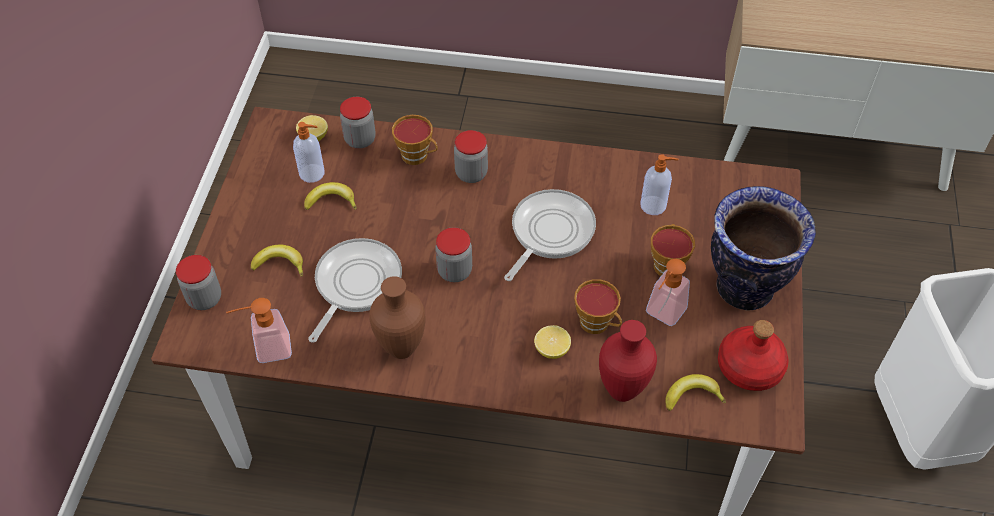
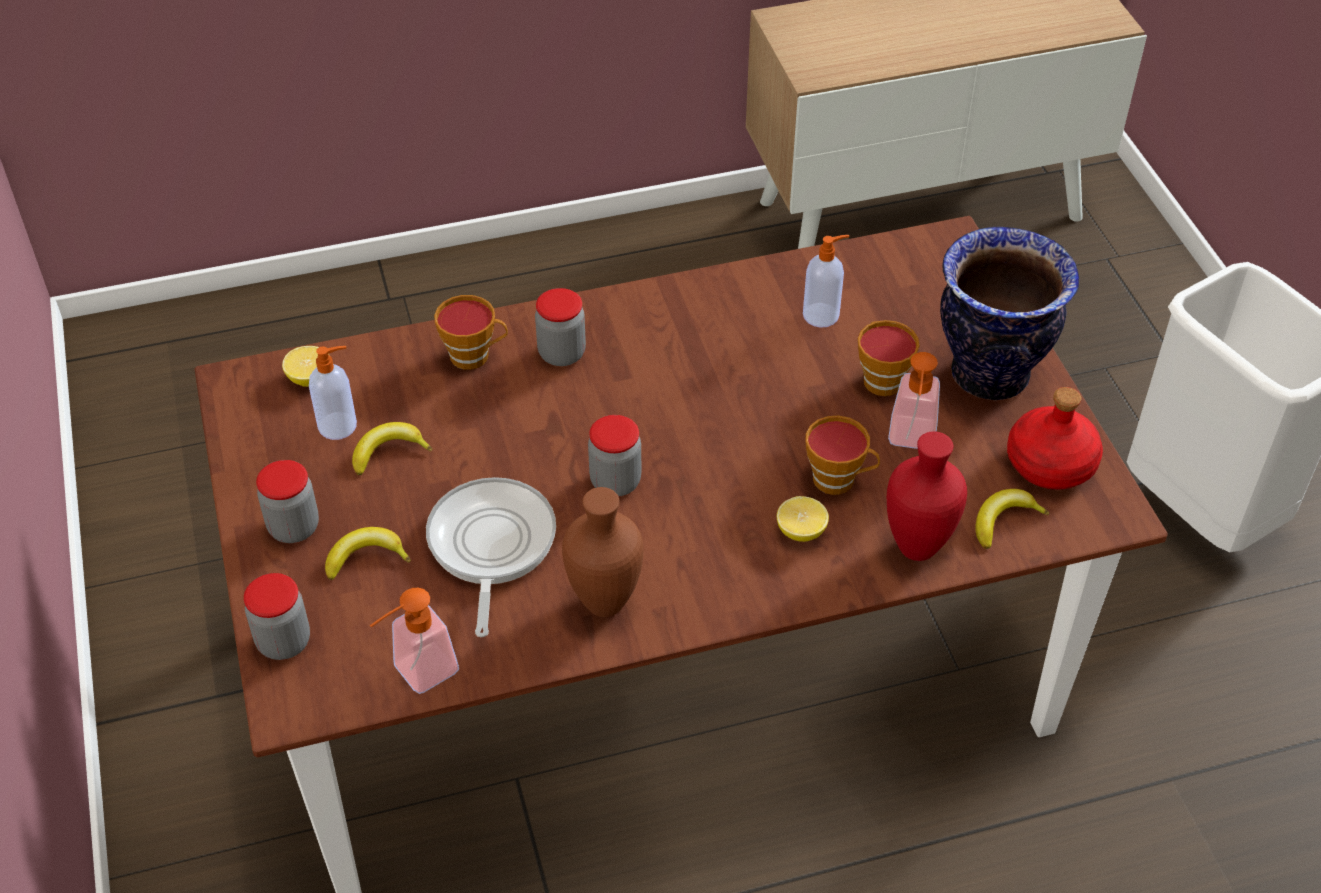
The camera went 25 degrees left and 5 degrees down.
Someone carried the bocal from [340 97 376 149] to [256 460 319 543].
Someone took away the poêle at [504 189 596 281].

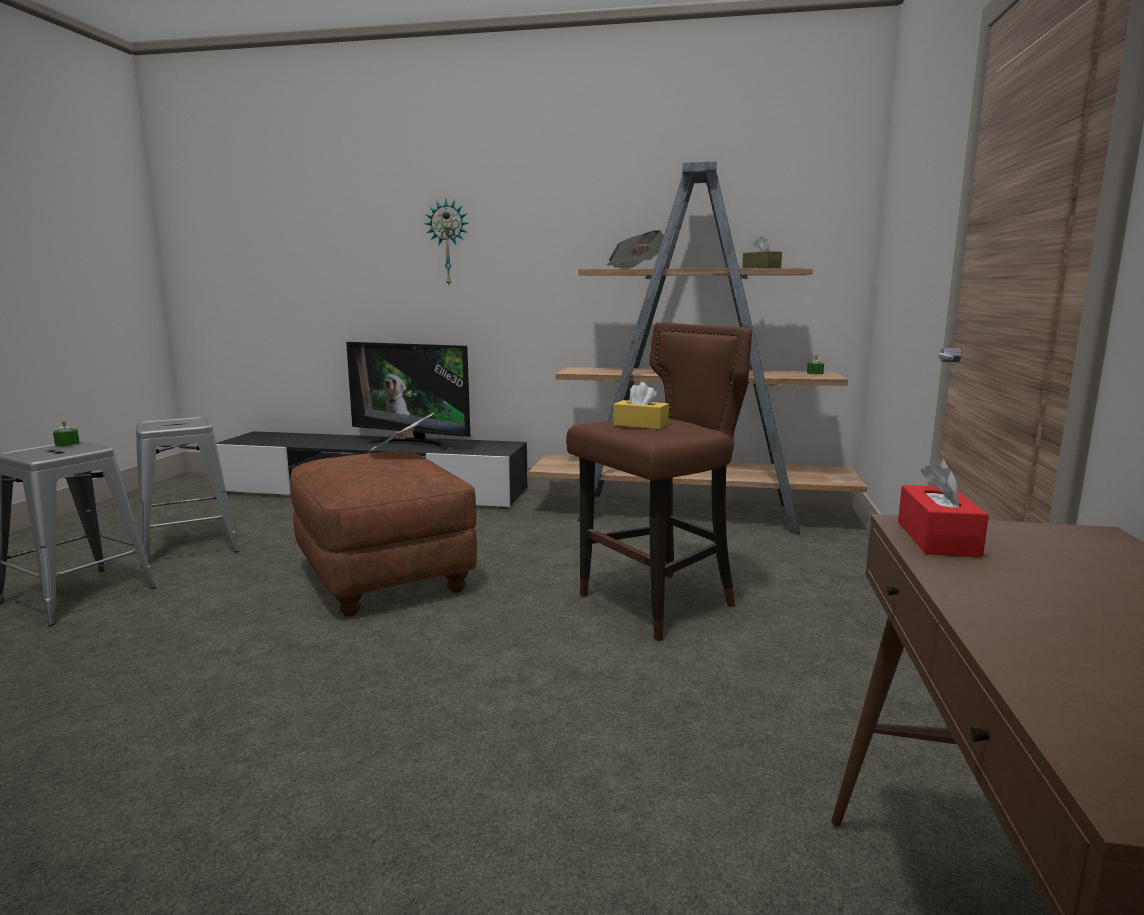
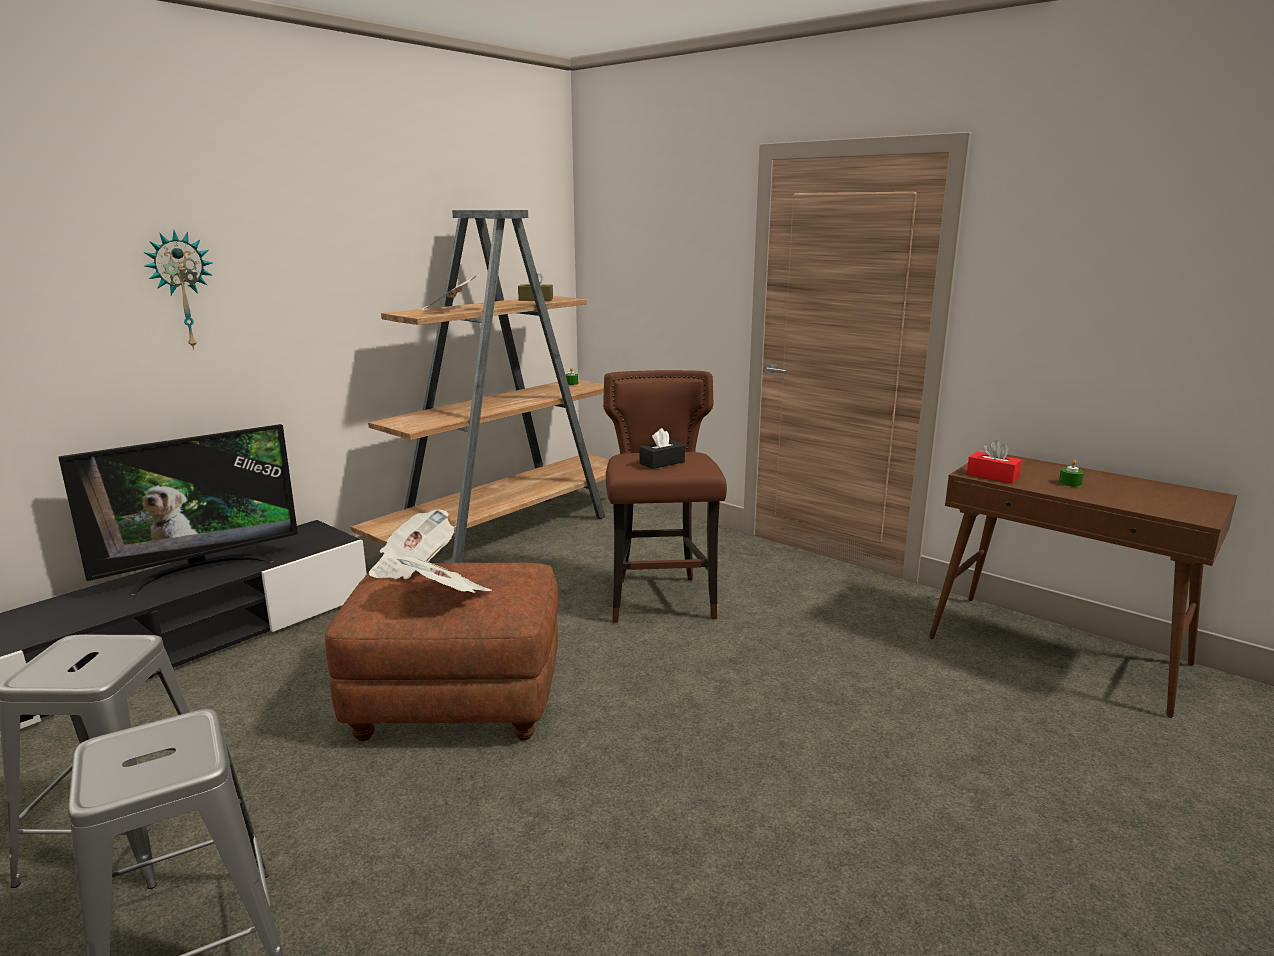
The camera went 60 degrees left and 5 degrees up.
Someone repainted the boîte à mouchoirs/jaune at [613 382 669 429], which became the boîte à mouchoirs/noir at [640 428 685 469].
Someone carried the bougie/vert from [53 420 80 446] to [1059 460 1084 487].
Someone put down the journal at [393 556 492 593].

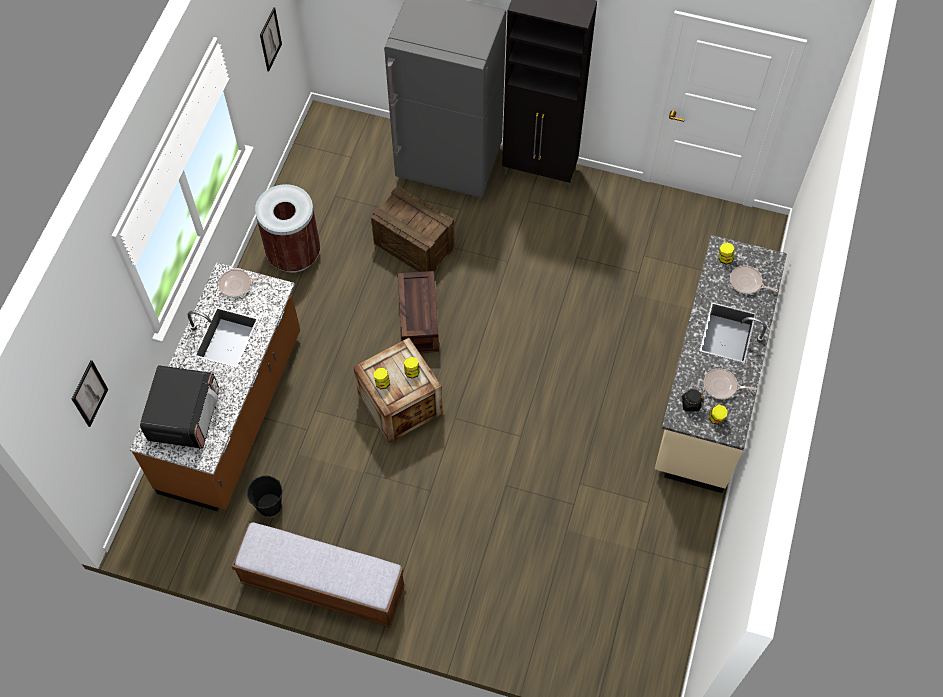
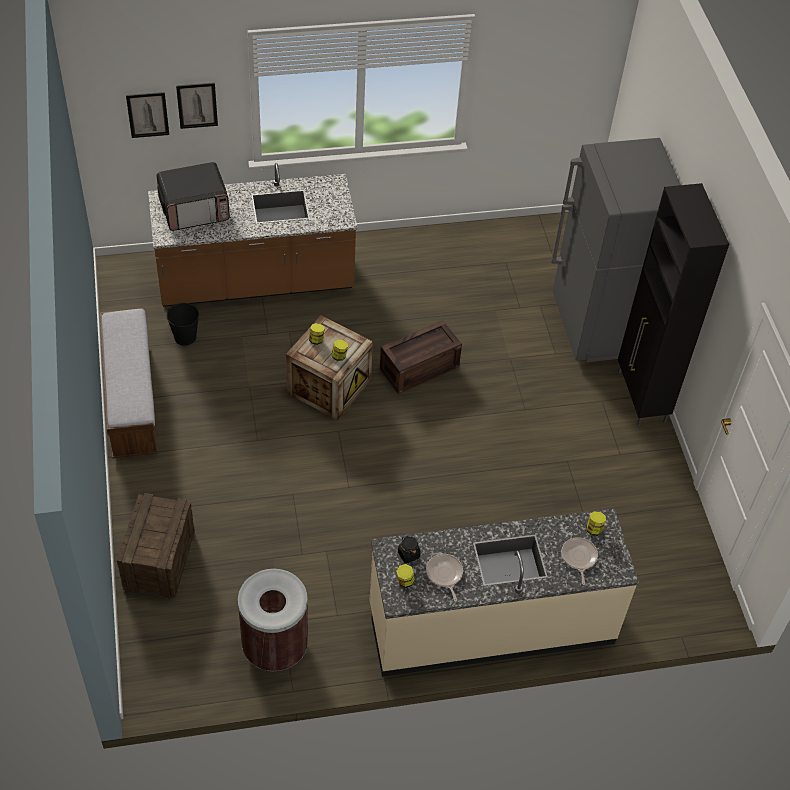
The camera went 60 degrees right and 10 degrees down.
Someone carried the tableau from [260 7 282 72] to [176 83 218 129].
Someone carried the poubelle/marron from [255 184 320 273] to [238 569 308 671].
Someone carried the caisse from [371 186 455 272] to [116 493 195 599].
Someone took away the poêle at [218 269 267 298].

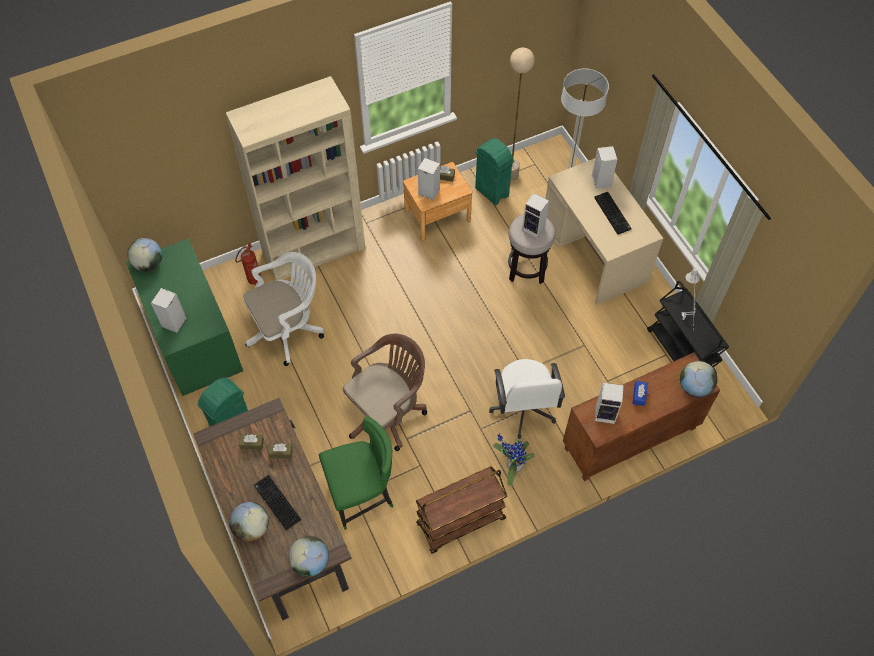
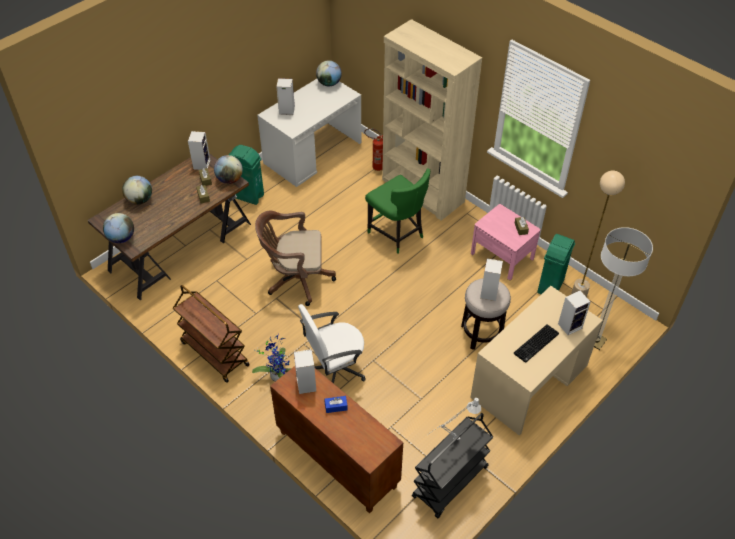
The camera went 70 degrees right and 10 degrees down.
Someone carried the enceinte from [418 158 440 201] to [188 131 210 170].
Someone repainted the table de chevet/marron at [403 162 472 240], which became the table de chevet/rose at [471 204 540 280].
Someone repainted the bureau/vert at [126 238 243 396], which became the bureau/blanc at [257 79 361 187].
Someone took away the chaise de bureau/blanc at [243 252 324 366].
Someone rotated the chaise de bureau/marron at [343 334 427 451] by 150 degrees clockwise.
Someone carried the globe from [680 361 717 398] to [214 155 243 184].
Someone carried the chaise/vert from [319 416 393 530] to [365 169 430 254].
Someone took away the clavier at [254 475 301 530].

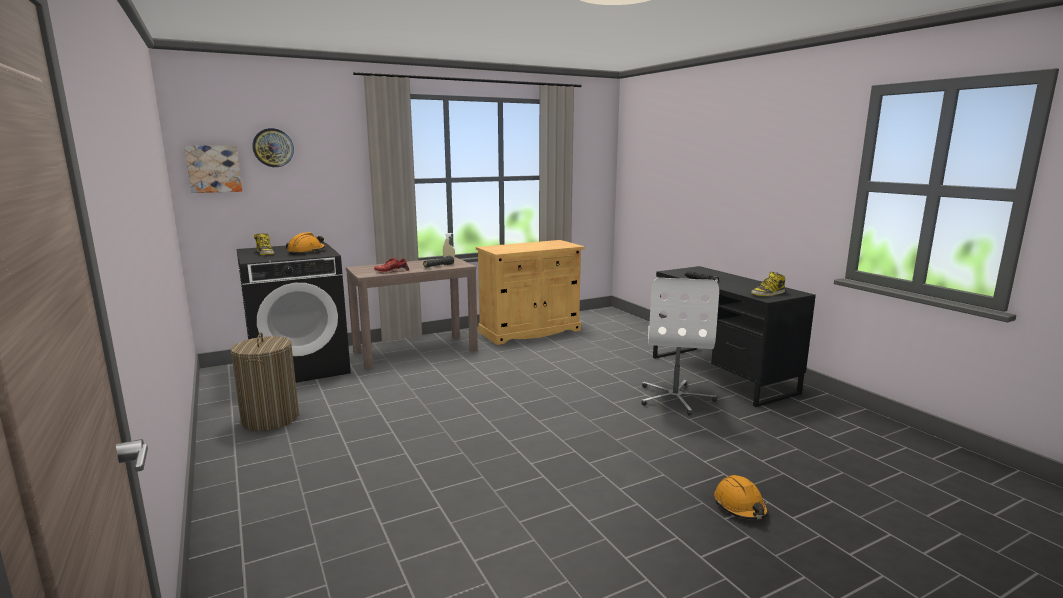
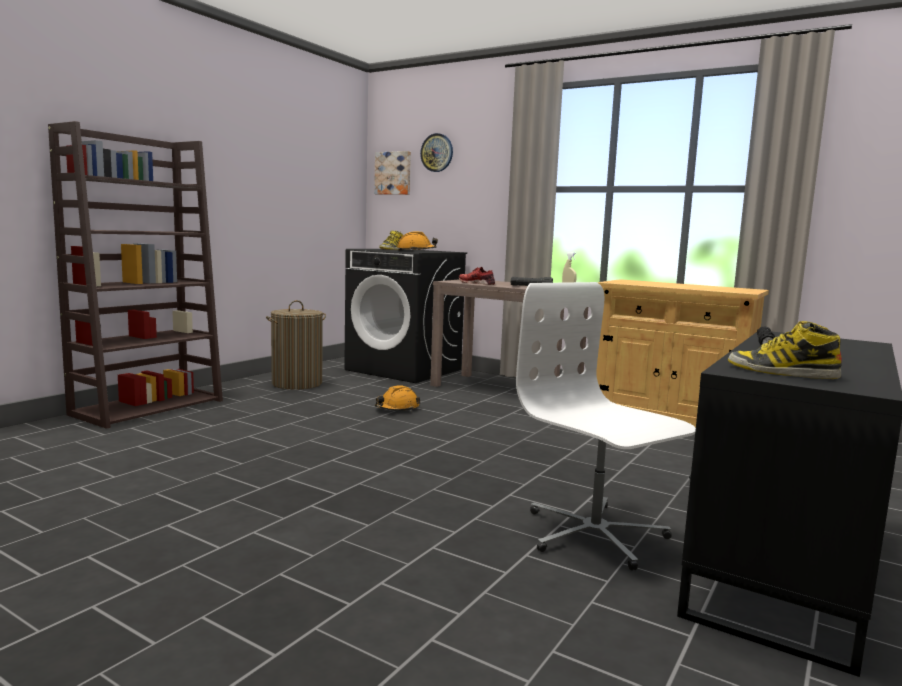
The camera went 60 degrees right and 5 degrees down.
Someone rotated the chaise de bureau/blanc at [642 278 719 415] by 75 degrees clockwise.
Someone carried the casque de chantier/orange from [714 475 769 520] to [375 385 421 411].
Someone put down the bibliothèque/marron at [48 121 223 429].

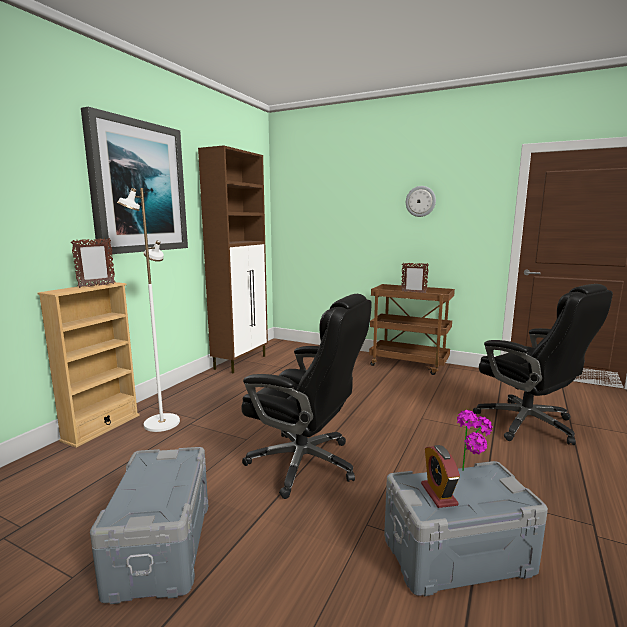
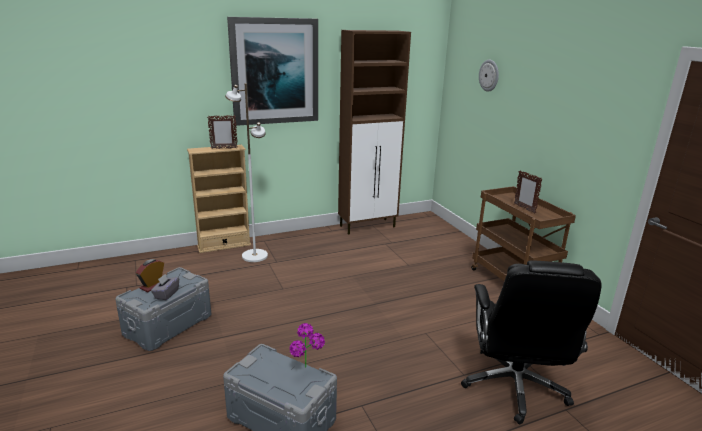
The camera went 40 degrees right and 10 degrees up.
Someone carried the horloge murale from [406 186 436 217] to [479 60 499 92].
Someone took away the chaise de bureau/noir at [241 294 372 499].
Someone carried the réveil from [421 445 460 508] to [136 259 164 292].
Someone put down the boîte à mouchoirs/gris at [151 274 179 300].

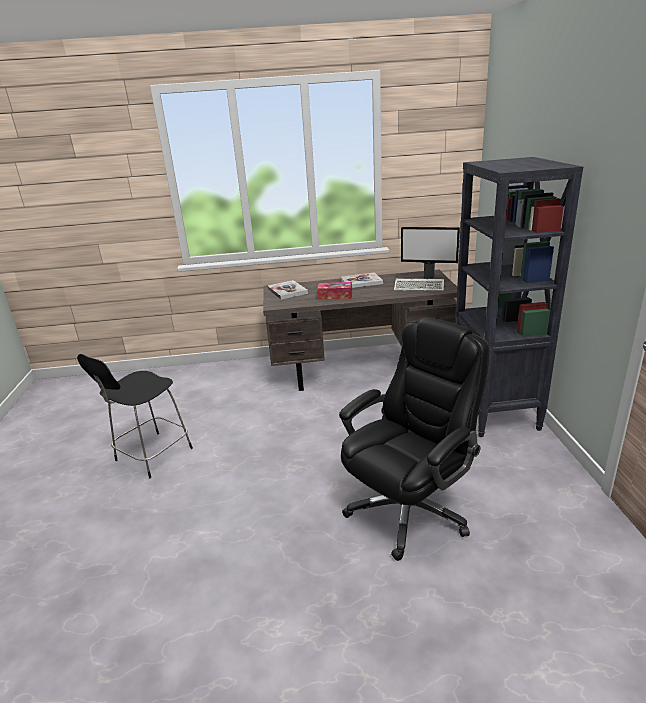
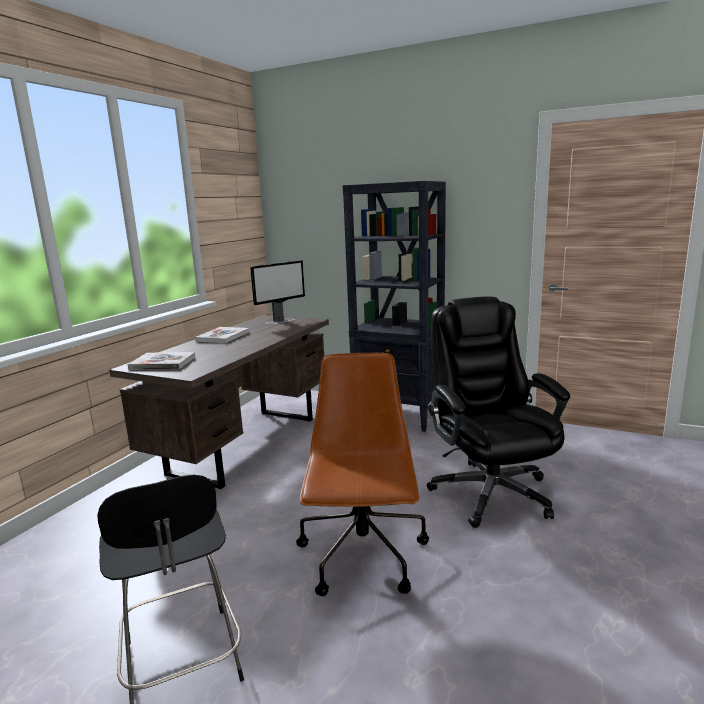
The camera went 60 degrees left and 10 degrees down.
Someone took away the clavier at [394 279 444 291].
Someone took away the boîte à mouchoirs at [317 282 352 300].
Someone put down the chaise de bureau/marron at [296 353 429 596].

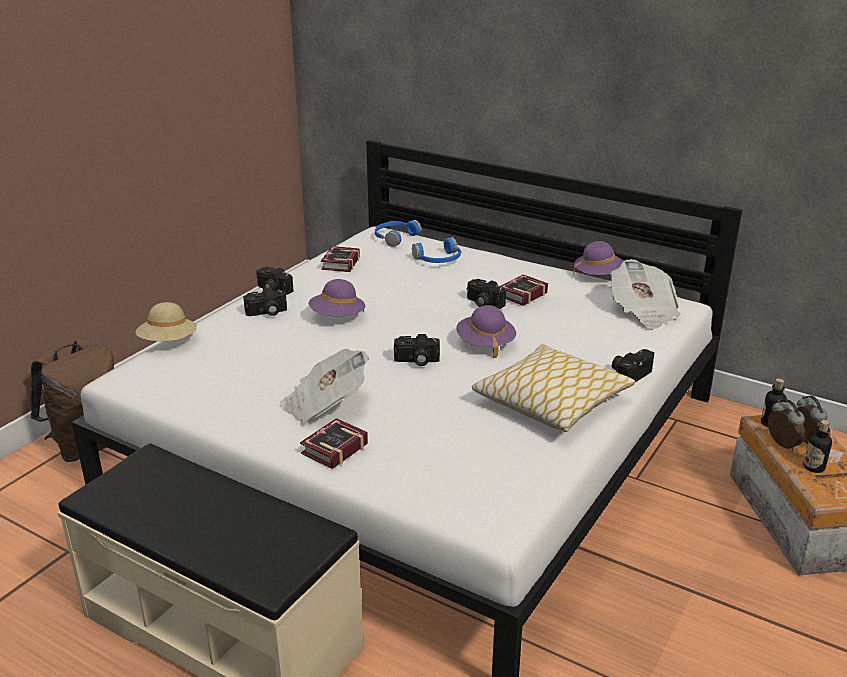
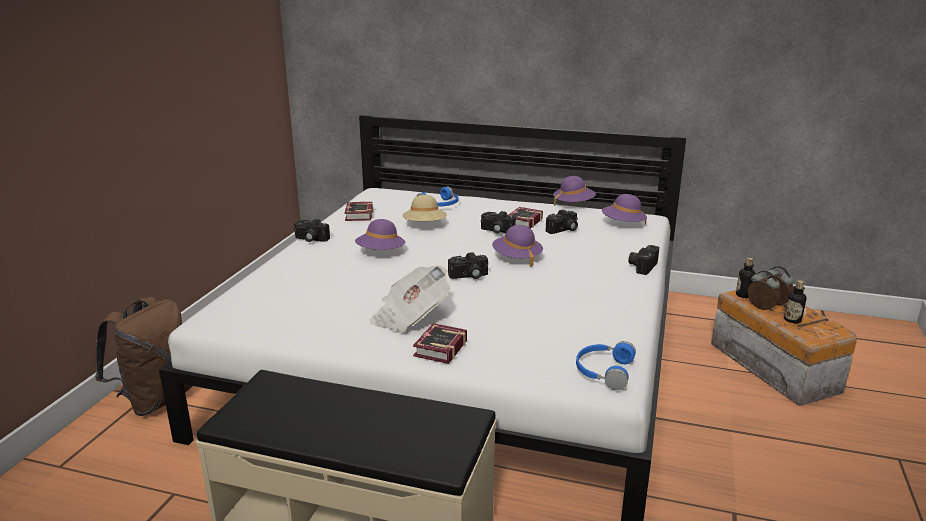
The camera went 15 degrees left and 5 degrees down.
Someone carried the casque audio/bleu from [375 220 421 247] to [576 341 636 390].
Someone swapped the journal at [610 259 681 330] for the chapeau/violet at [602 194 647 224].
Someone carried the appareil photo from [243 287 287 316] to [546 210 578 234].
Someone carried the chapeau/beige from [136 302 197 341] to [402 195 447 221].
Someone took away the coussin at [472 344 635 432].

